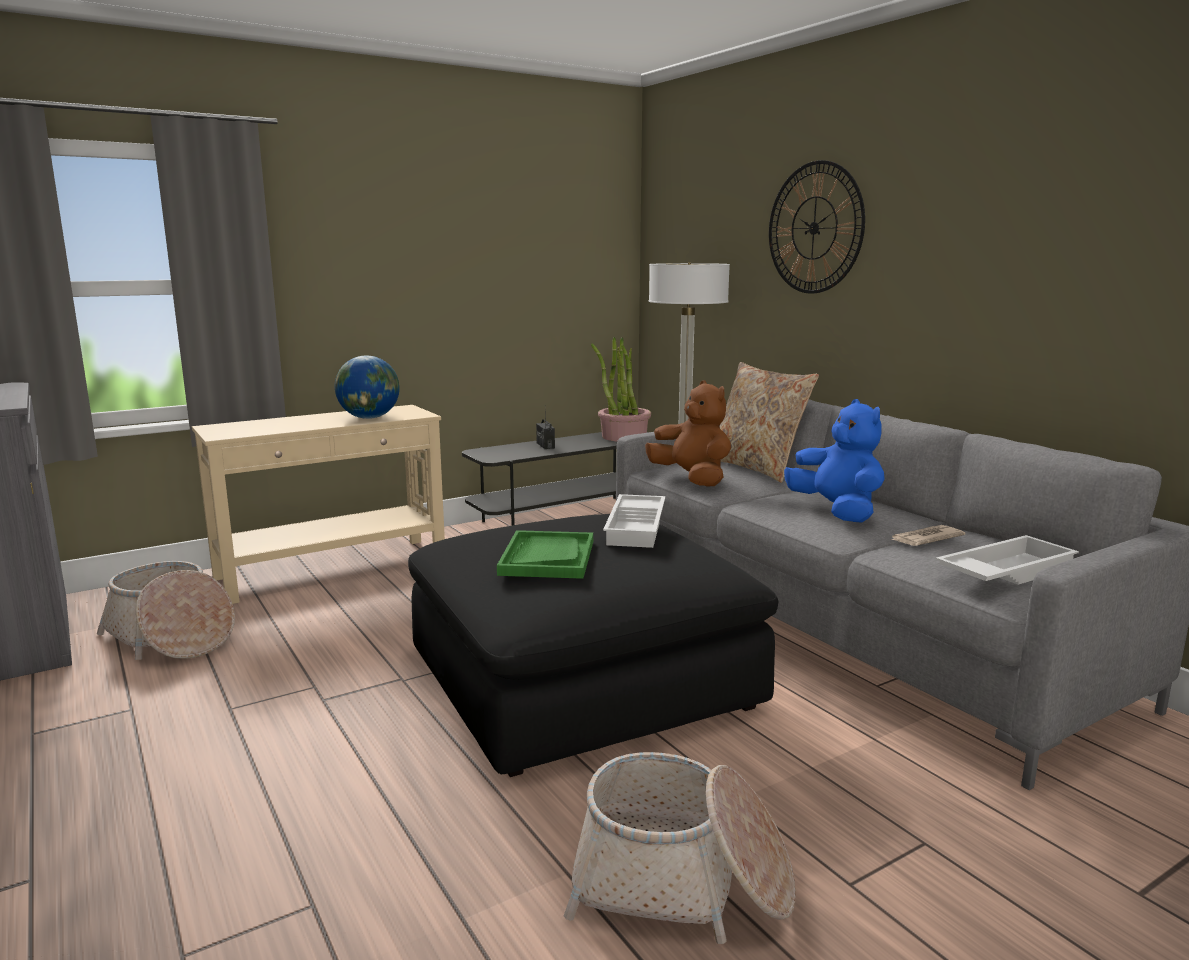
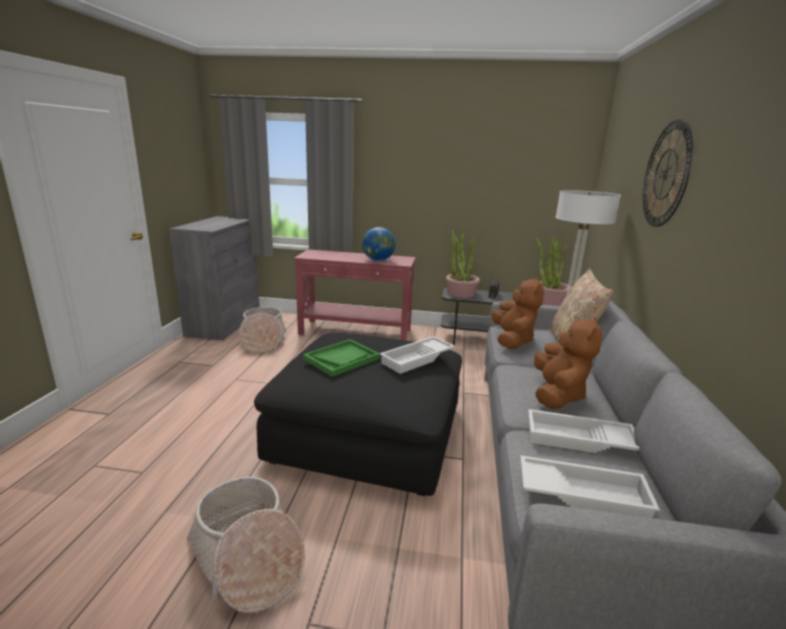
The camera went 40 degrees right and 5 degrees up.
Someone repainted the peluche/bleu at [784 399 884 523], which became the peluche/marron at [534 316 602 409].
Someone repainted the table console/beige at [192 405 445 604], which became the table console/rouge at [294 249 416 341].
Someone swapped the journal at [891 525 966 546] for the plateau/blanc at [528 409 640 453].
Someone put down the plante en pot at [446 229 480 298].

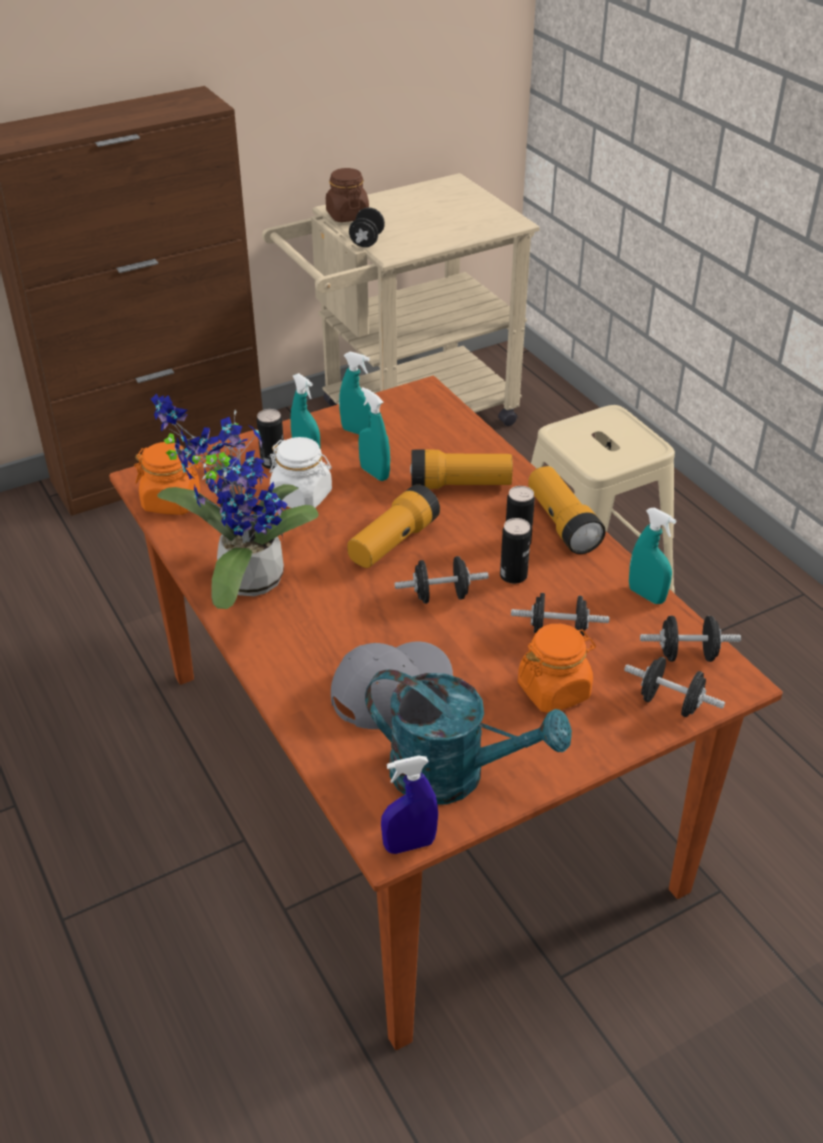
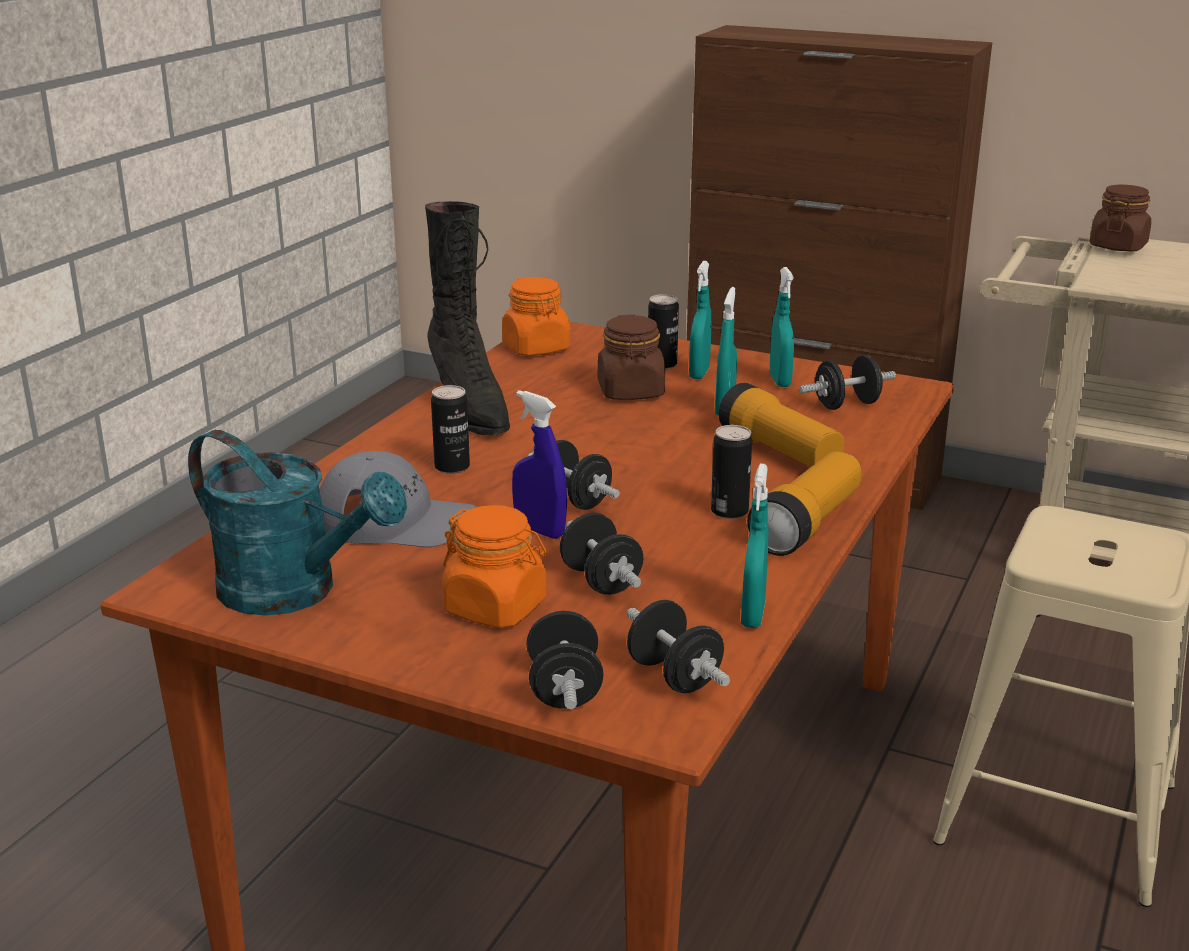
The camera went 55 degrees right and 15 degrees down.
Someone carried the haltère/noir from [349 207 385 247] to [799 355 896 410].
Someone swapped the plante en pot at [151 394 318 609] for the botte/noir at [425 201 510 436].
Someone repainted the bocal/blanc at [270 437 332 508], which became the bocal/marron at [598 315 665 400].
Someone took away the lampe de poche at [347 484 440 568].
Someone carried the boîte métallique from [500 518 531 584] to [431 385 470 474].
Someone rotated the arrosoir/turquoise at [365 669 572 805] by 45 degrees counterclockwise.
Someone carried the vaporisateur/bleu from [381 756 438 854] to [512 390 567 539].

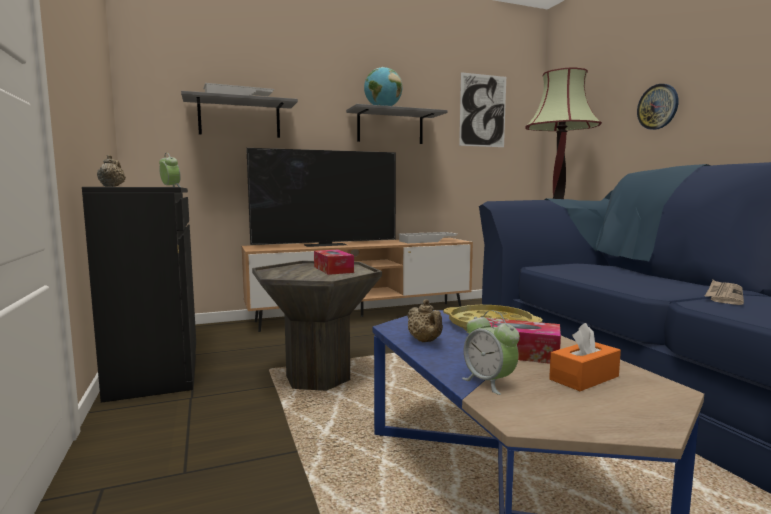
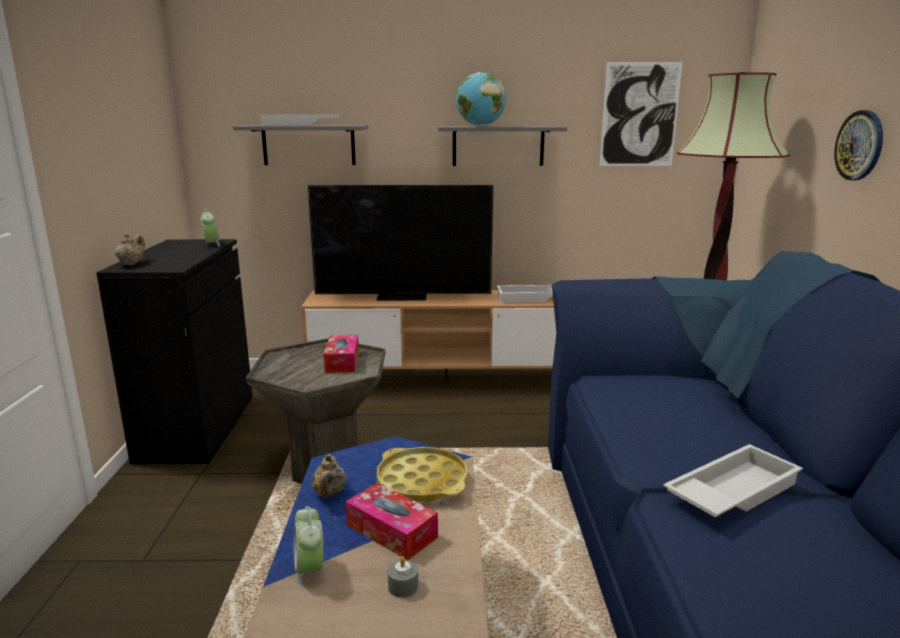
The camera went 20 degrees right and 10 degrees up.
Someone swapped the journal at [705 280 744 305] for the plateau/blanc at [663 444 803 517].
Someone swapped the boîte à mouchoirs/orange at [549 323 621 391] for the bougie/gris at [388 556 418 598].

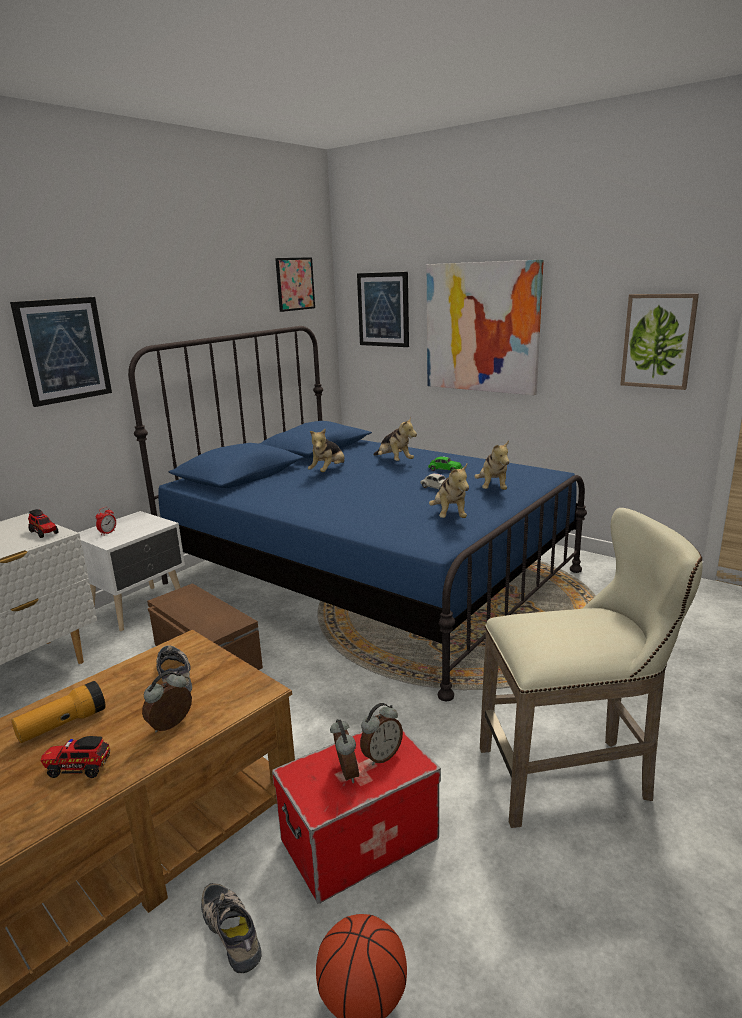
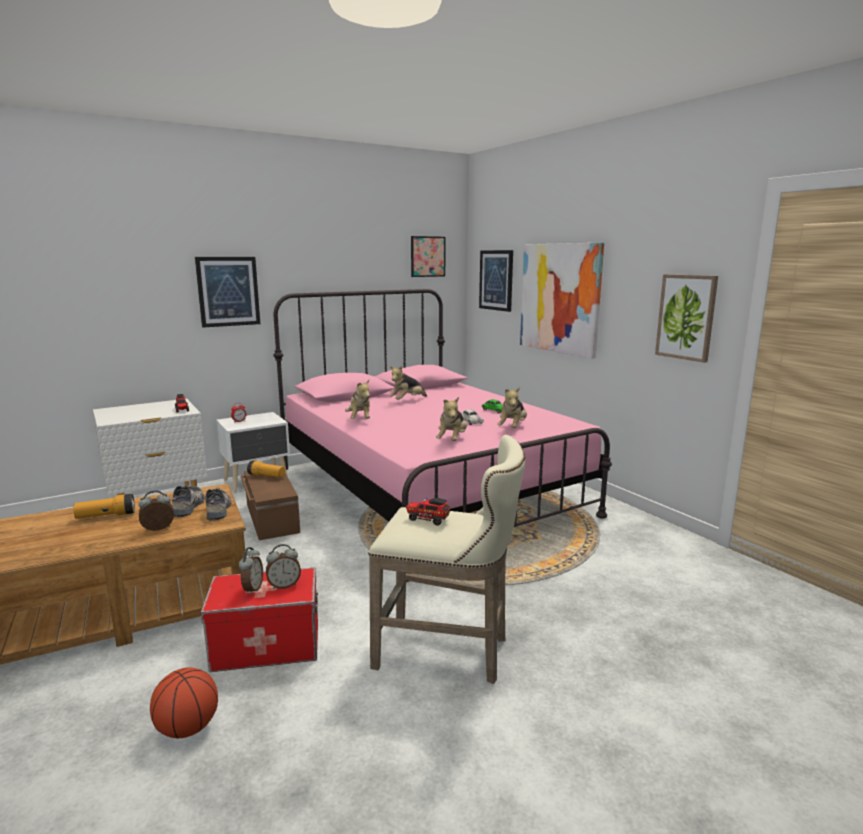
The camera went 20 degrees right and 5 degrees down.
Someone repainted the lit/bleu at [128 326 587 701], which became the lit/rose at [273 289 612 582].
Someone carried the peluche from [373 417 417 461] to [345 380 370 419].
Someone carried the camion jouet from [41 736 111 778] to [406 498 450 526].
Someone carried the chaussure from [201 883 262 973] to [205 487 231 520].
Someone put down the lampe de poche at [247 460 285 478].

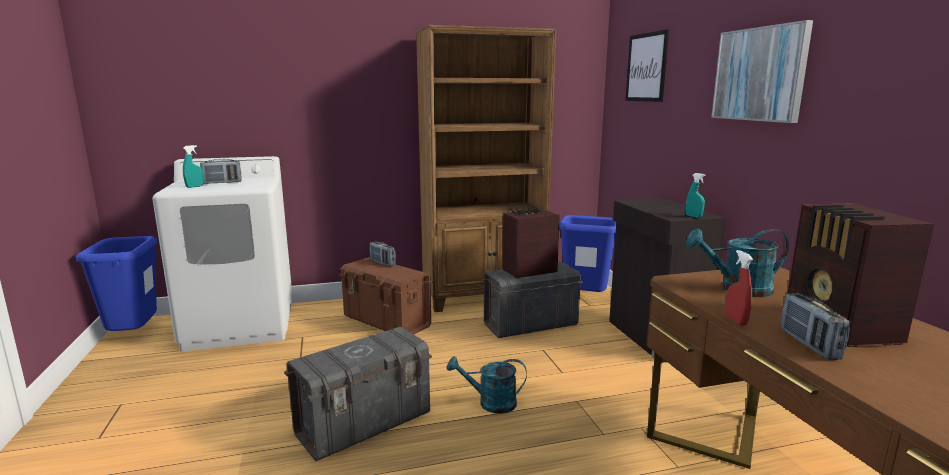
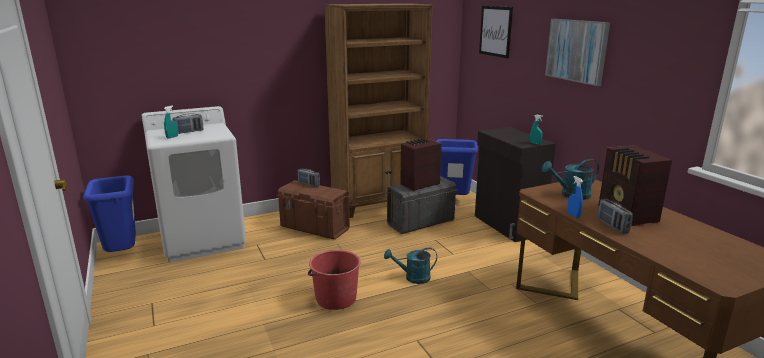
The camera went 10 degrees left and 5 degrees up.
Someone repainted the vaporisateur/rouge at [725 250 753 325], which became the vaporisateur/bleu at [567 176 583 218].
Someone swapped the boîte de rangement/gris at [284 327 432 461] for the seau/rouge at [308 250 361 310].

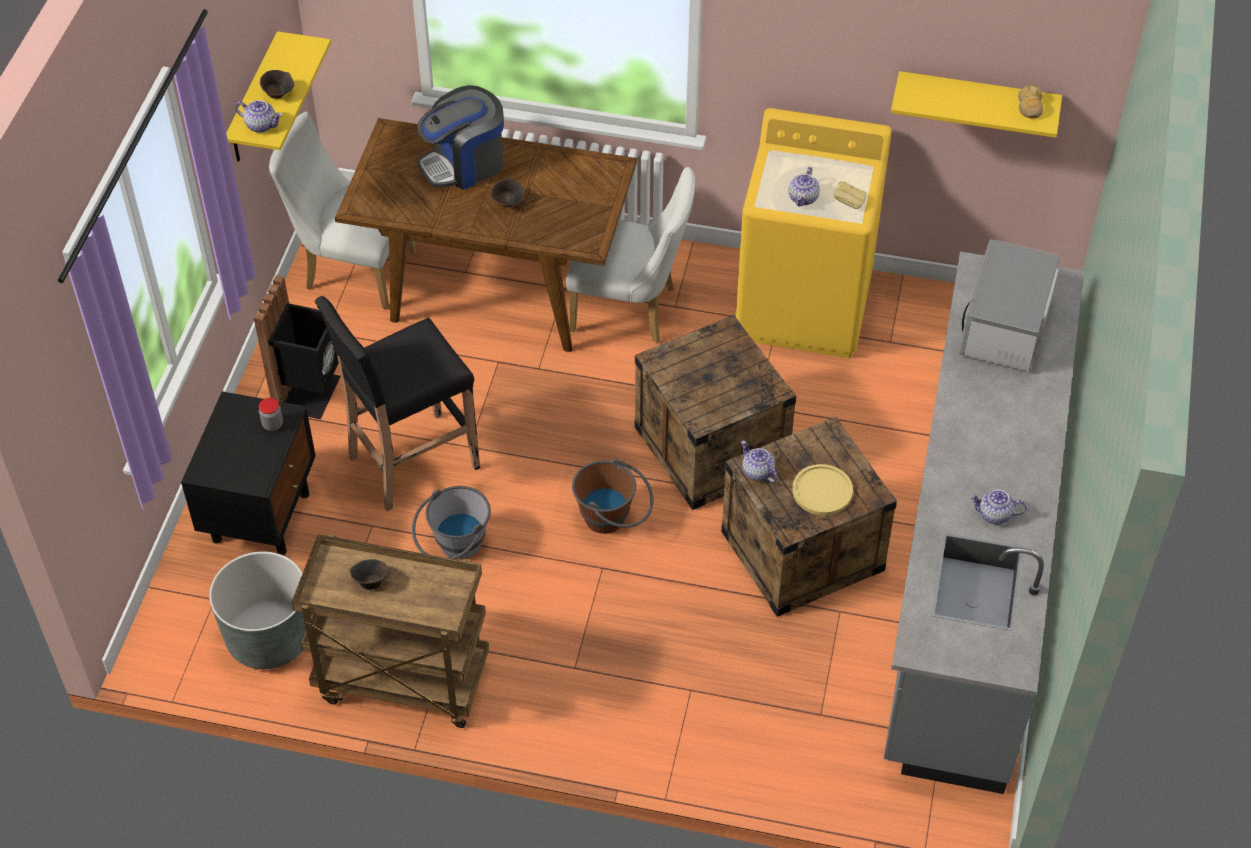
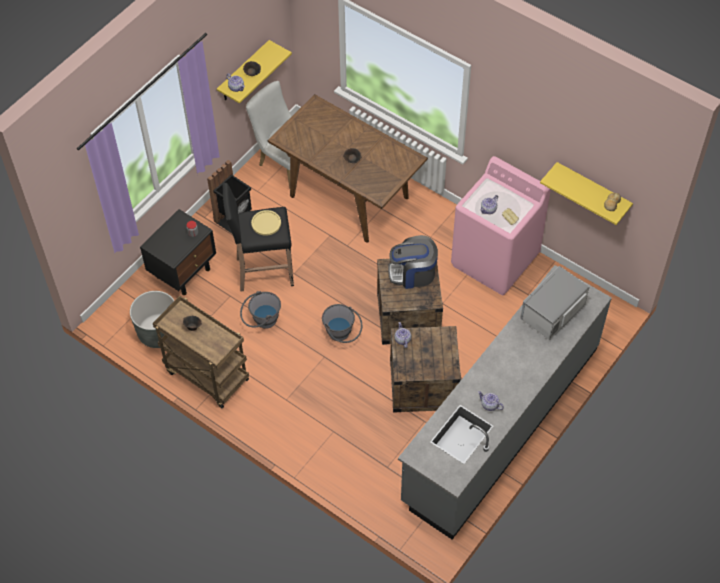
The camera went 25 degrees right and 5 degrees up.
Someone carried the machine à café from [417 85 504 190] to [388 235 438 289].
Someone repainted the lave-linge/jaune at [736 108 892 358], which became the lave-linge/rose at [451 156 551 295].
Someone took away the chaise/blanc at [566 167 695 343].
Someone repainted the seau/marron at [572 458 654 534], which became the seau/gris at [322 304 362 343].
Someone carried the assiette/jaune from [792 464 853 516] to [251 210 281 236].

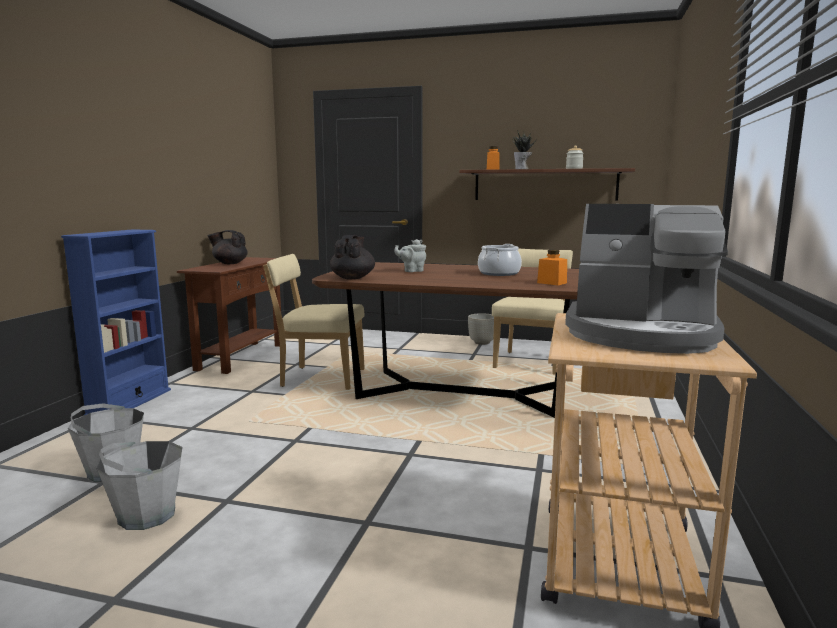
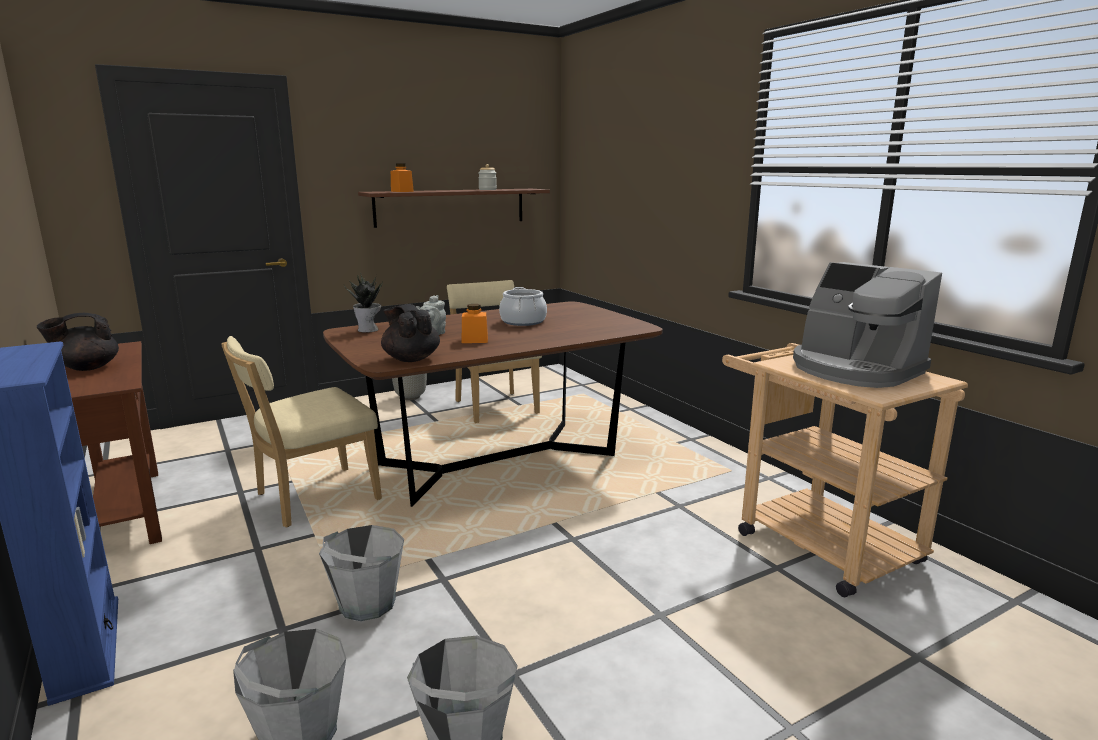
The camera went 45 degrees left and 5 degrees up.
Someone carried the plante en pot from [512 130 537 169] to [344 273 383 333].
Someone rotated the machine à café at [565 204 728 354] by 75 degrees clockwise.
Someone carried the bocal/orange from [537 250 567 285] to [462 304 488 343].
Someone put down the seau/gris at [319 525 404 621].

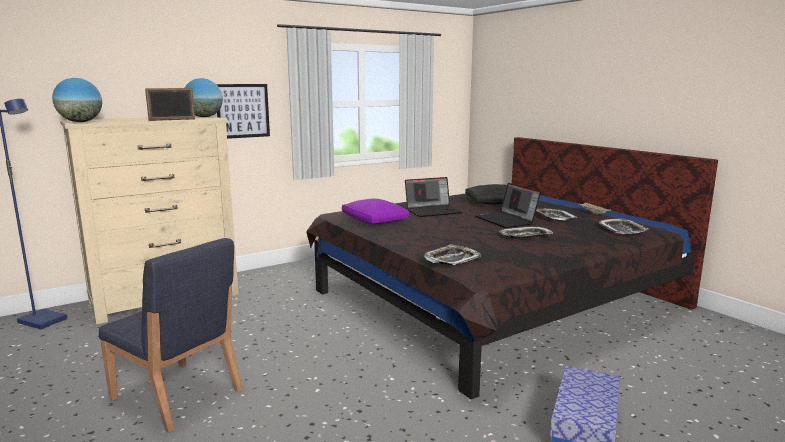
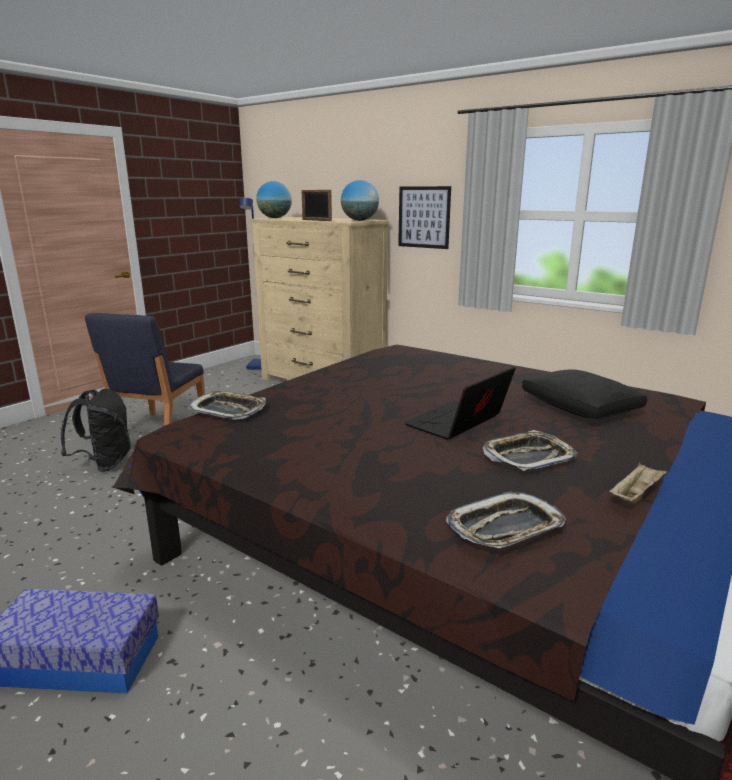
The camera went 70 degrees right and 5 degrees up.
Someone took away the ordinateur portable at [405 177 462 217].
Someone took away the coussin/violet at [342 199 409 224].
Someone took away the plateau at [499 226 553 239].
Someone put down the sac à dos/noir at [61 389 131 472].

